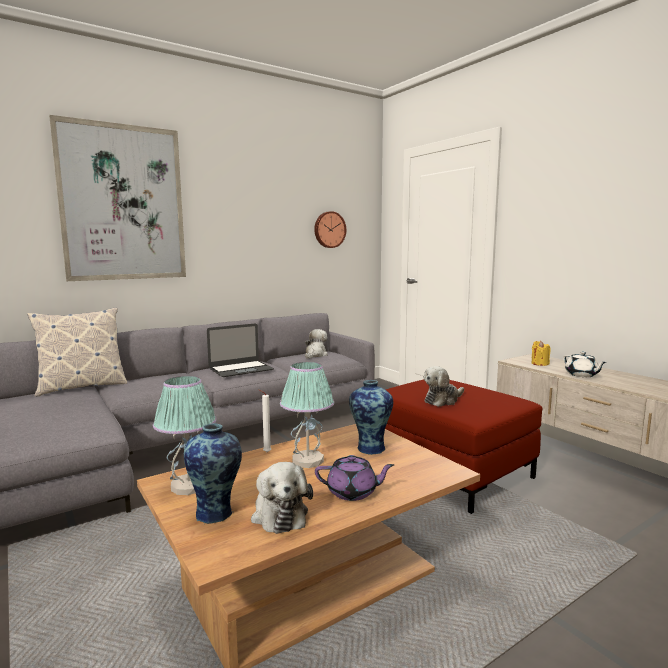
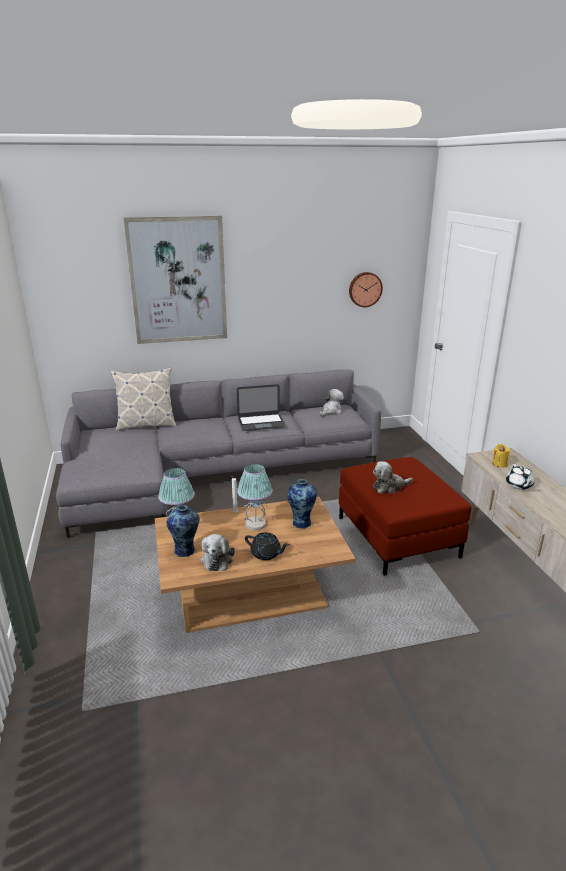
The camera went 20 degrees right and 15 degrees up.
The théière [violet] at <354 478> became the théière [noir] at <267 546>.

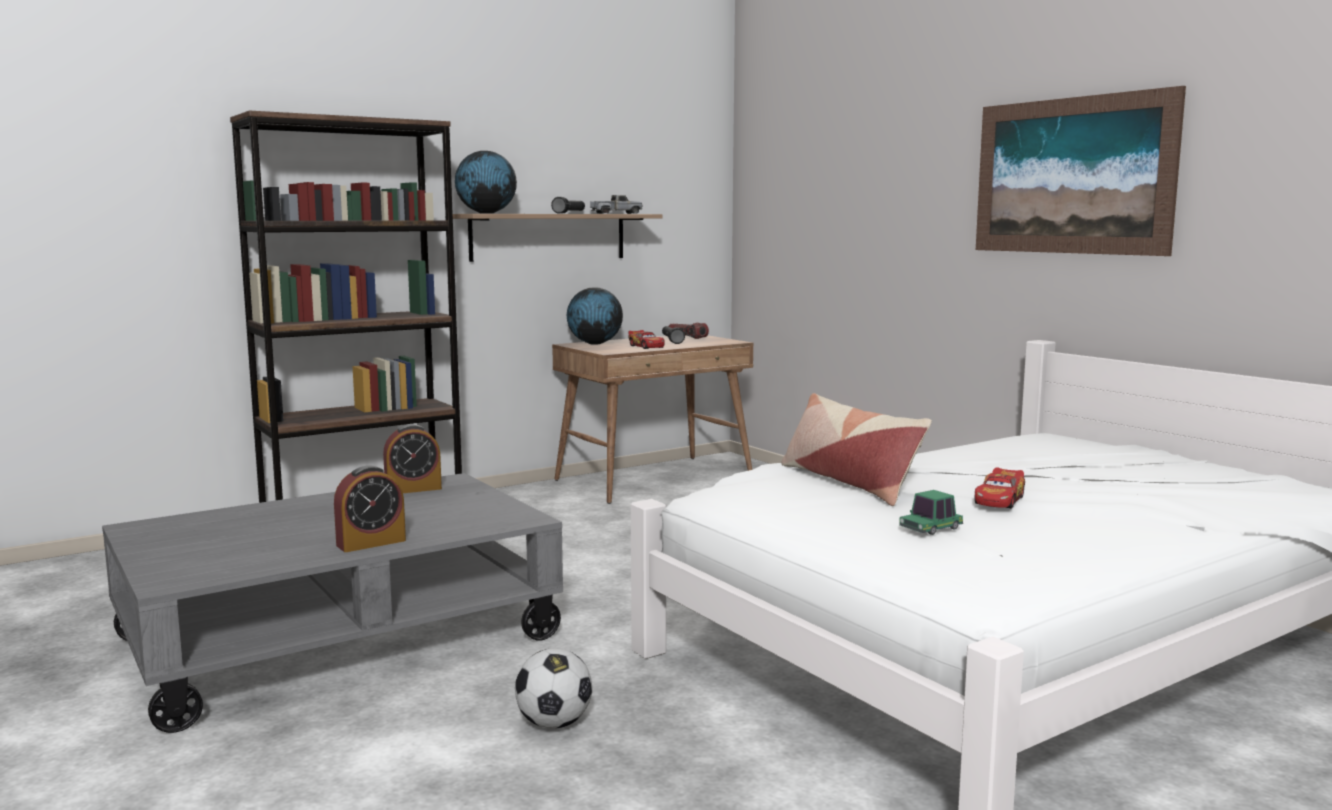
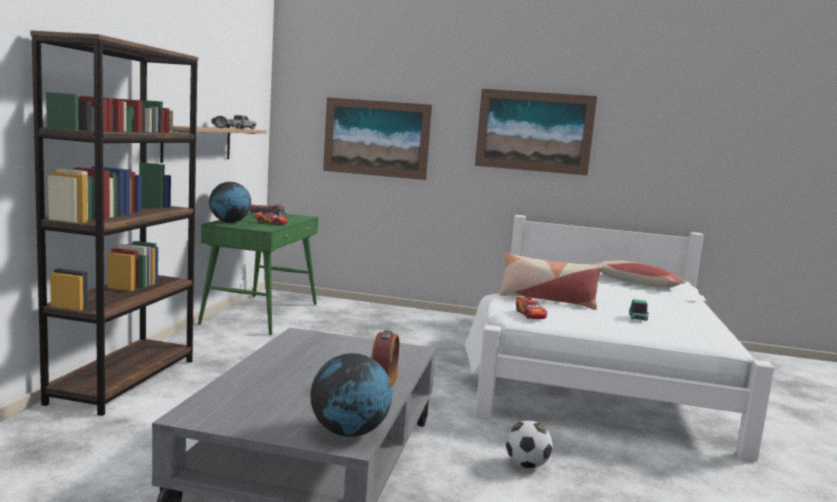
The camera went 45 degrees left and 0 degrees up.
The réveil at <412 458> disappeared.
The tableau at <377 138> appeared.
The coussin at <642 273> appeared.
The globe moved from <486 182> to <351 395>.
The petite voiture moved from <999 488> to <531 308>.
The bureau [marron] at <652 419> became the bureau [vert] at <258 273>.

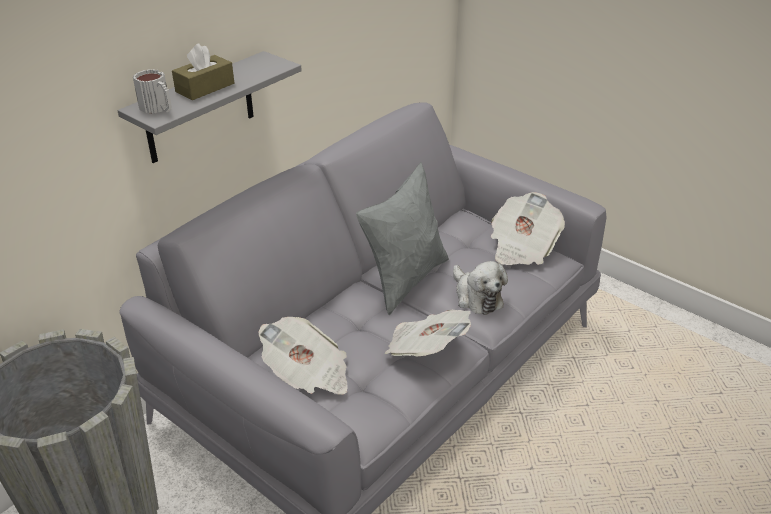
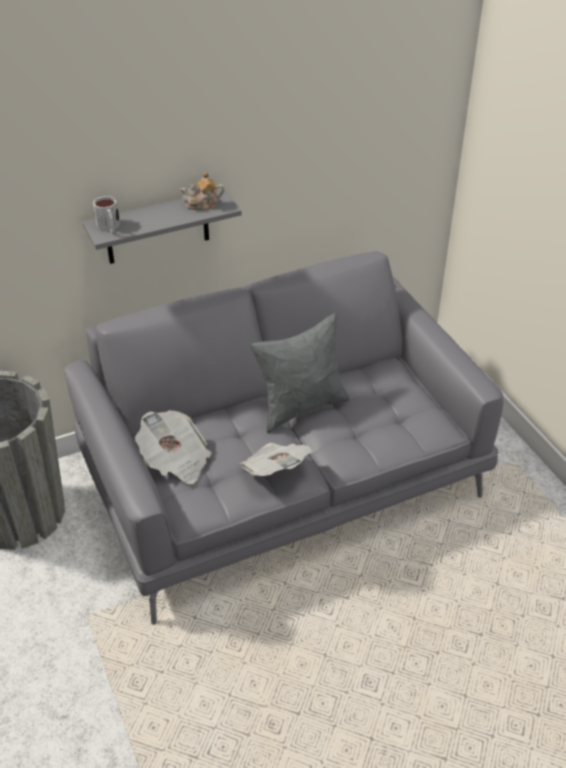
The camera went 25 degrees right and 5 degrees up.
The boîte à mouchoirs [marron] at <203 71> disappeared.
The peluche at <480 288> disappeared.
The journal at <528 228> disappeared.
The théière at <202 190> appeared.

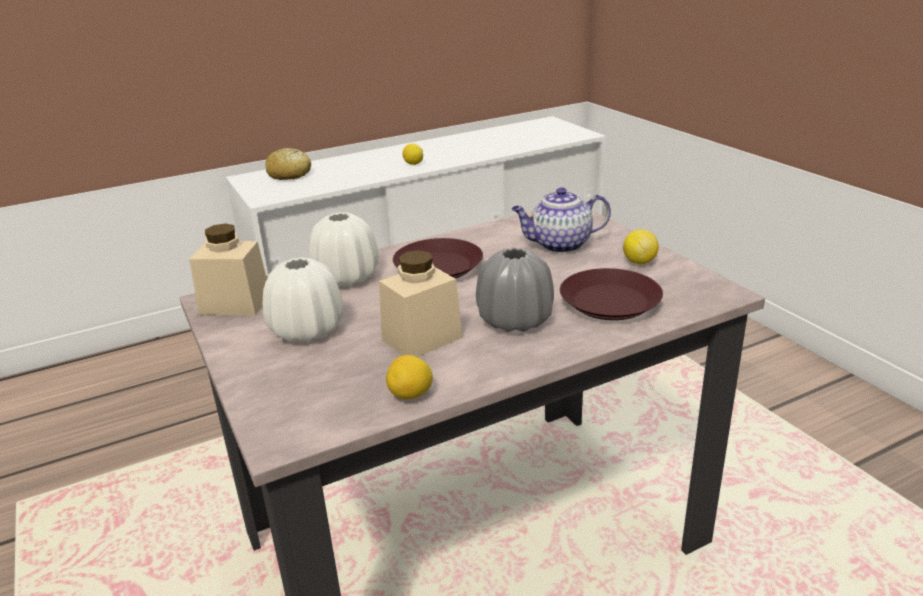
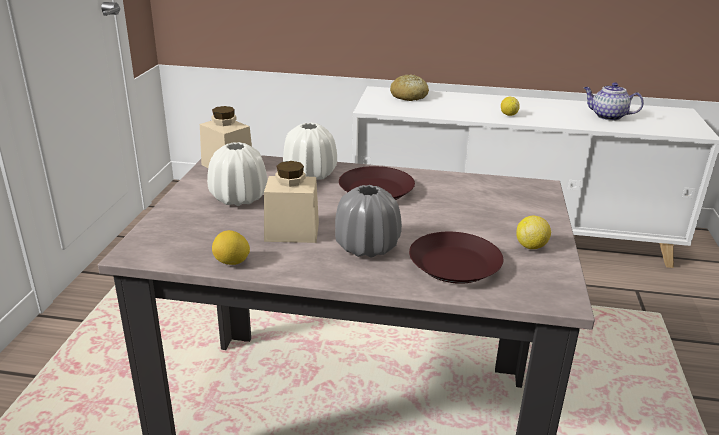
The camera went 35 degrees right and 0 degrees up.
The théière moved from <561 220> to <614 101>.

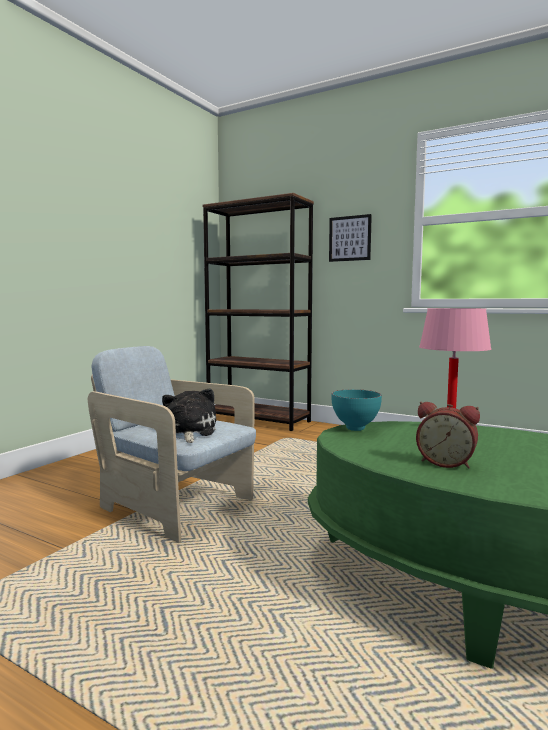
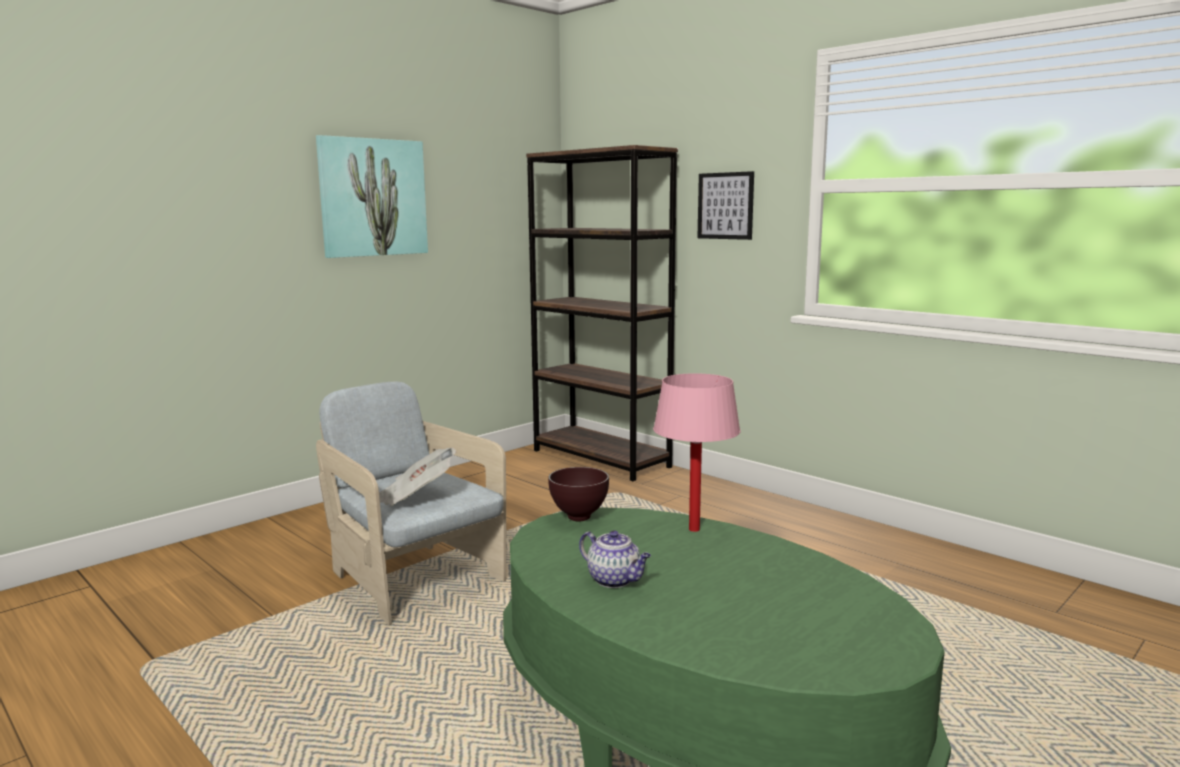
The camera went 15 degrees right and 5 degrees up.
The tableau at <372 196> appeared.
The peluche at <189 415> was replaced by the journal at <417 477>.
The réveil at <448 435> was replaced by the théière at <615 559>.
The bol [turquoise] at <356 410> became the bol [marron] at <578 494>.

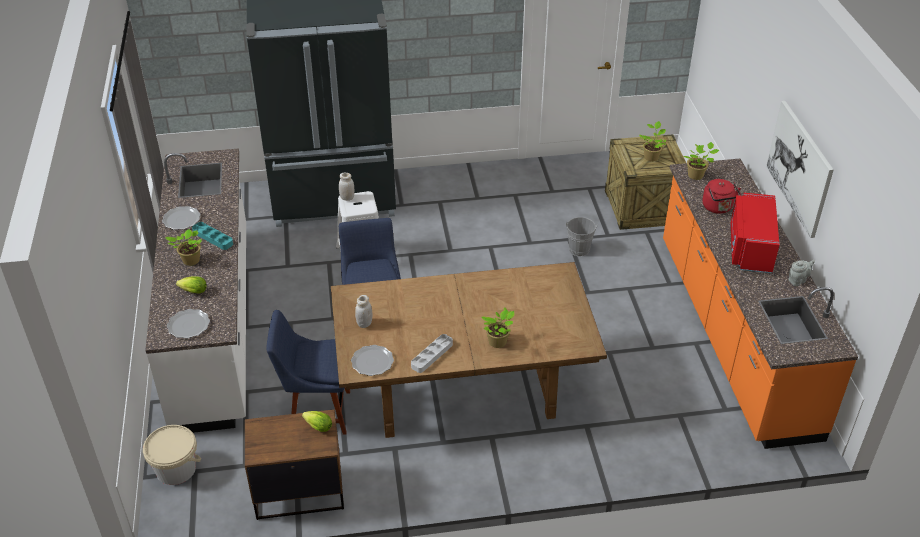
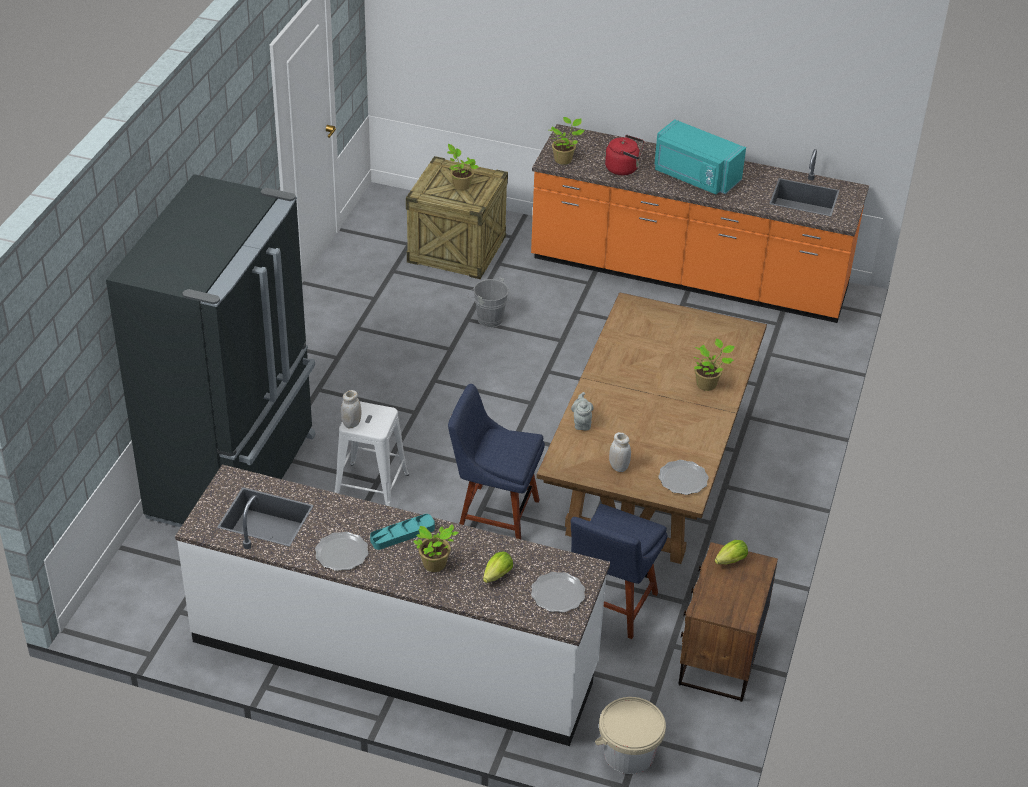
The camera went 65 degrees left and 0 degrees up.
The plateau [gris] at <432 353> disappeared.
The tableau at <800 169> disappeared.
The théière [gris] moved from <802 273> to <582 411>.
The micro-ondes [rouge] at <755 233> became the micro-ondes [turquoise] at <700 156>.

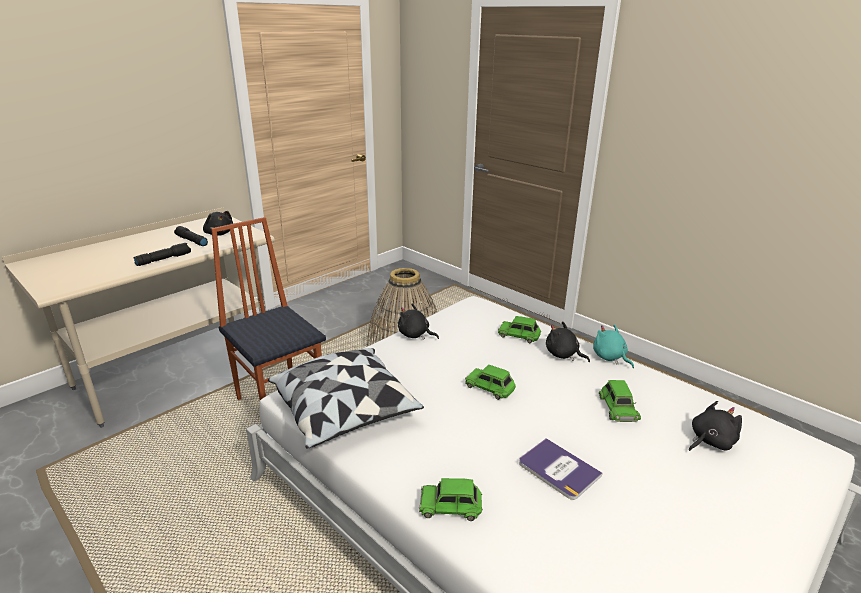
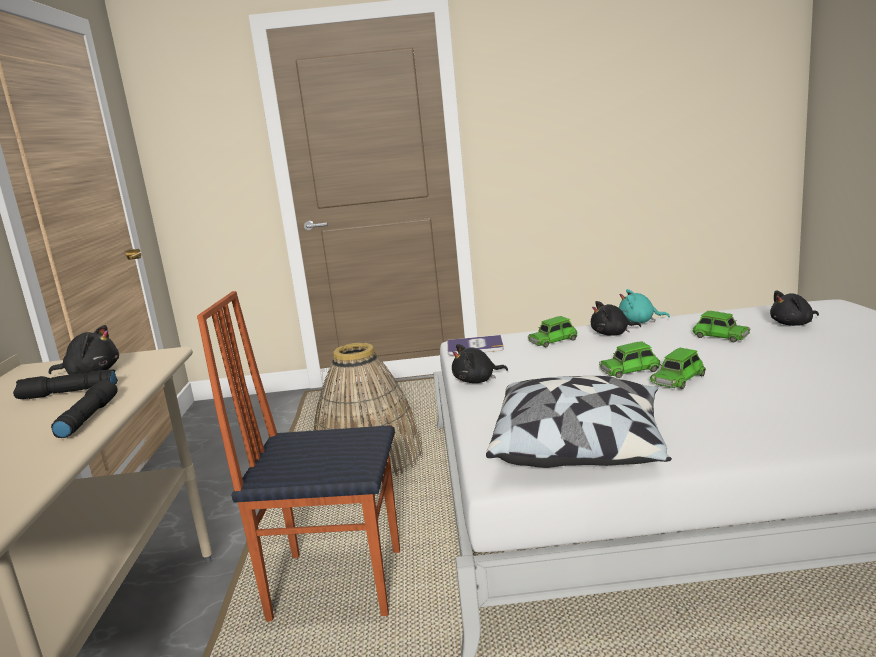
The camera went 45 degrees left and 10 degrees down.
The petite voiture [vert] moved from <451 499> to <678 368>.
The livre moved from <560 469> to <475 345>.
The peluche [noir] at <715 426> turned 120 degrees counterclockwise.

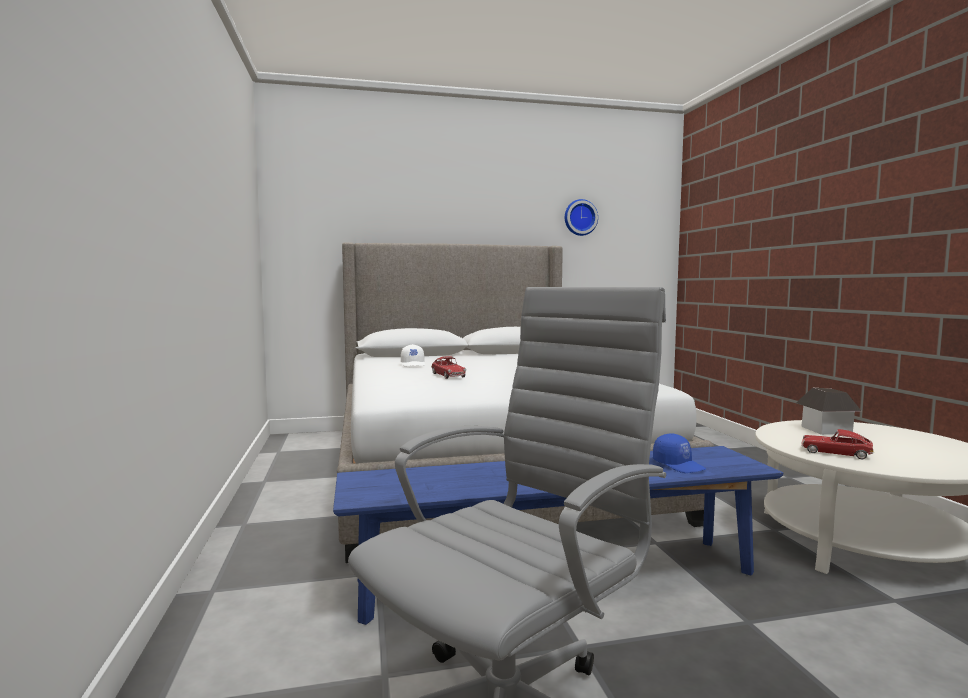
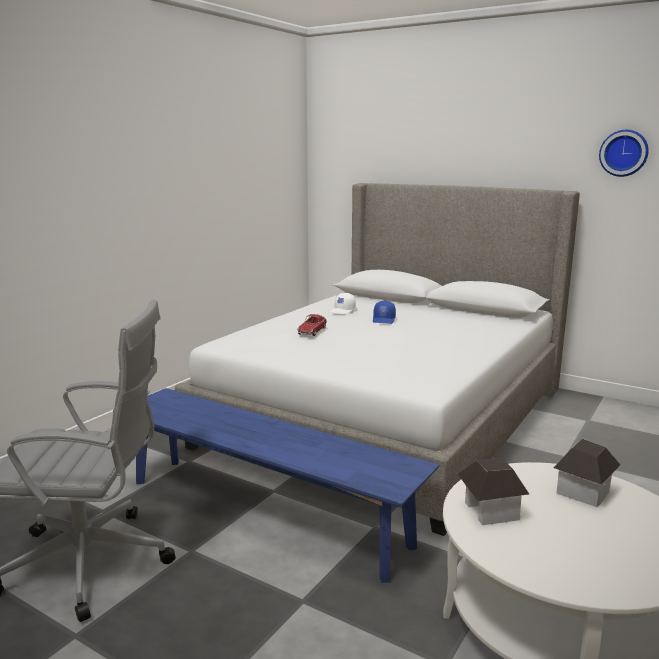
The camera went 45 degrees right and 10 degrees up.
The casquette [bleu] moved from <679 453> to <384 312>.
The petite voiture at <838 444> was replaced by the maison miniature at <493 491>.

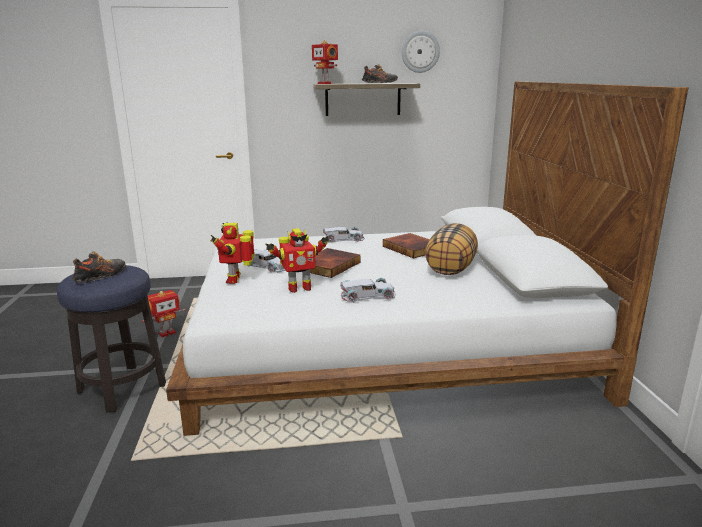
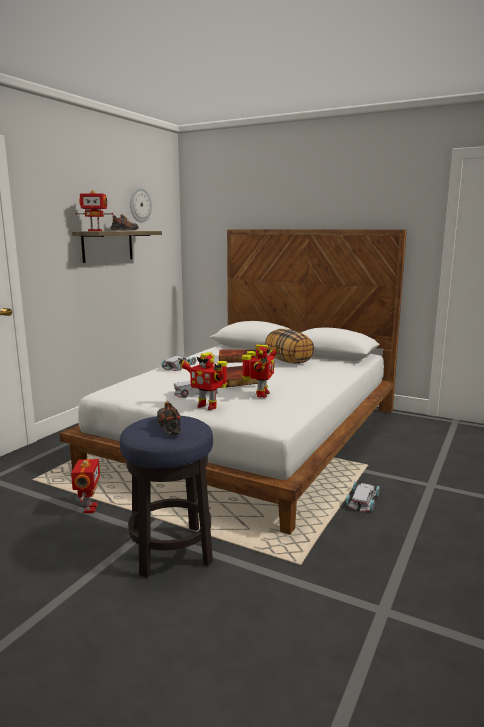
The camera went 55 degrees left and 5 degrees down.
The petite voiture [blanc] moved from <368 290> to <363 497>.

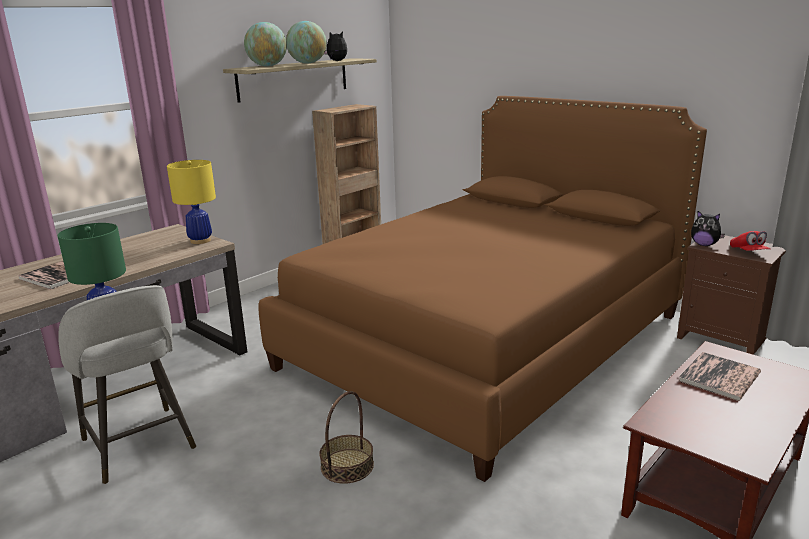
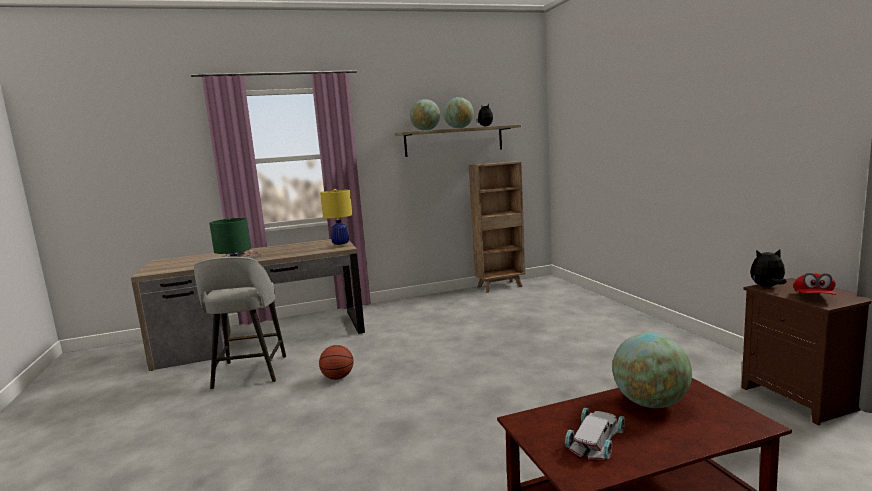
The camera went 30 degrees right and 10 degrees down.
The lit [marron] at <482 289> disappeared.
The panier at <346 437> disappeared.
The ballon de basket at <336 362> appeared.
The petite voiture [blanc] at <595 434> appeared.
The livre at <720 376> was replaced by the globe at <652 370>.
The peluche at <708 228> turned 120 degrees clockwise.

